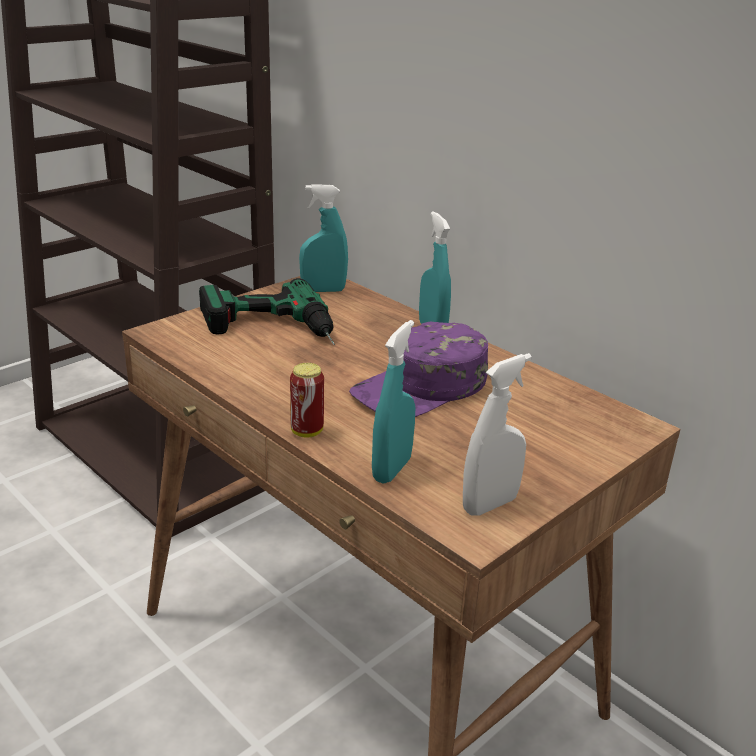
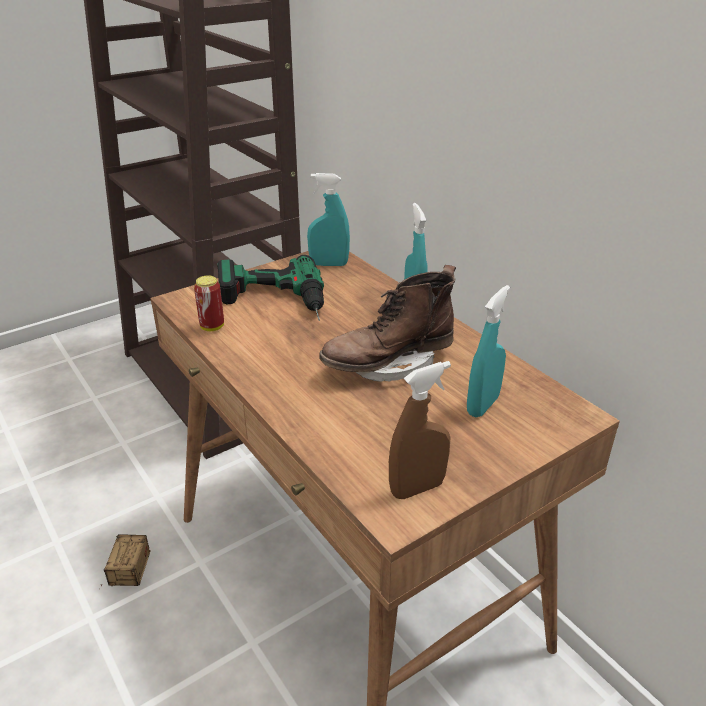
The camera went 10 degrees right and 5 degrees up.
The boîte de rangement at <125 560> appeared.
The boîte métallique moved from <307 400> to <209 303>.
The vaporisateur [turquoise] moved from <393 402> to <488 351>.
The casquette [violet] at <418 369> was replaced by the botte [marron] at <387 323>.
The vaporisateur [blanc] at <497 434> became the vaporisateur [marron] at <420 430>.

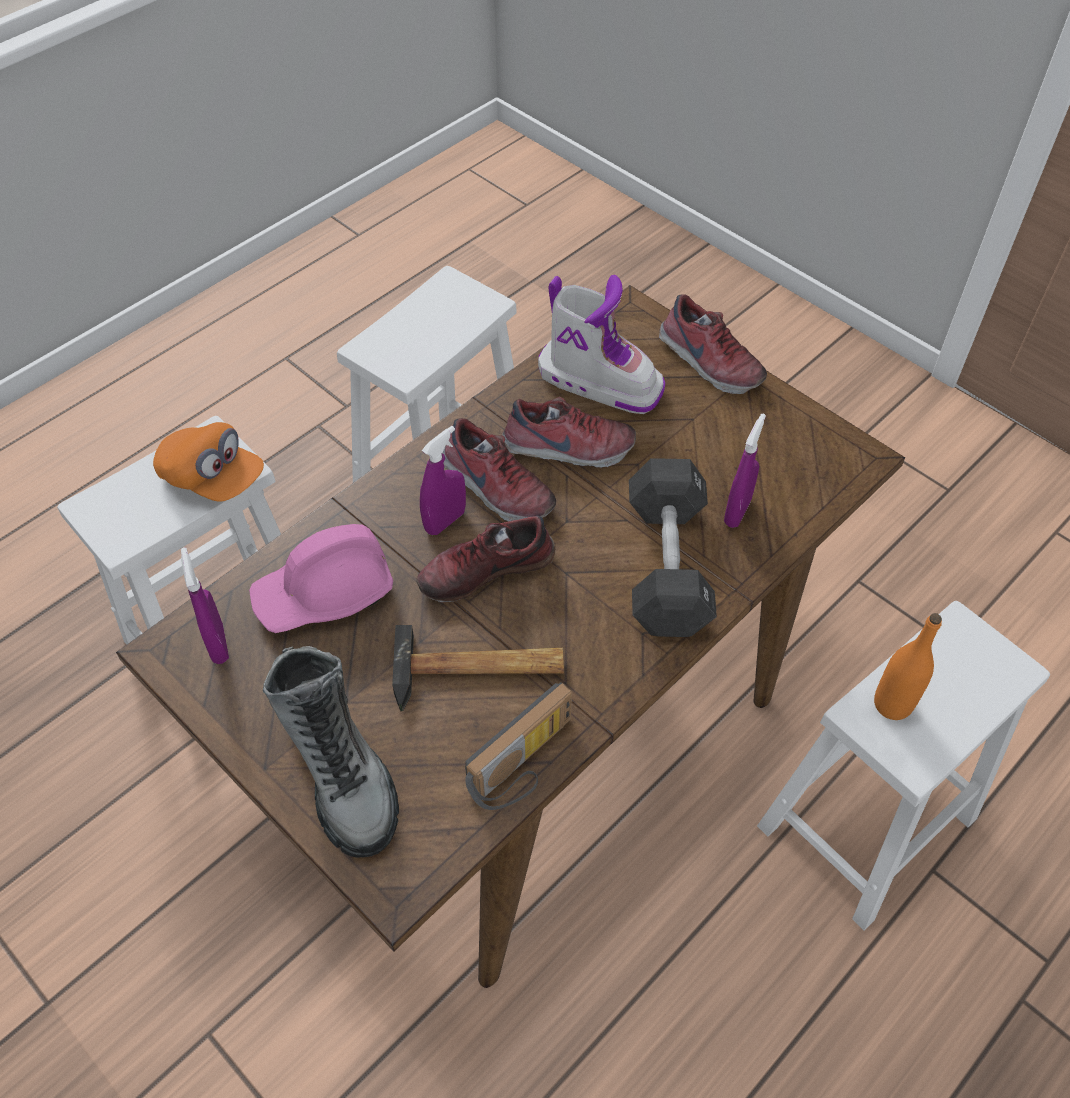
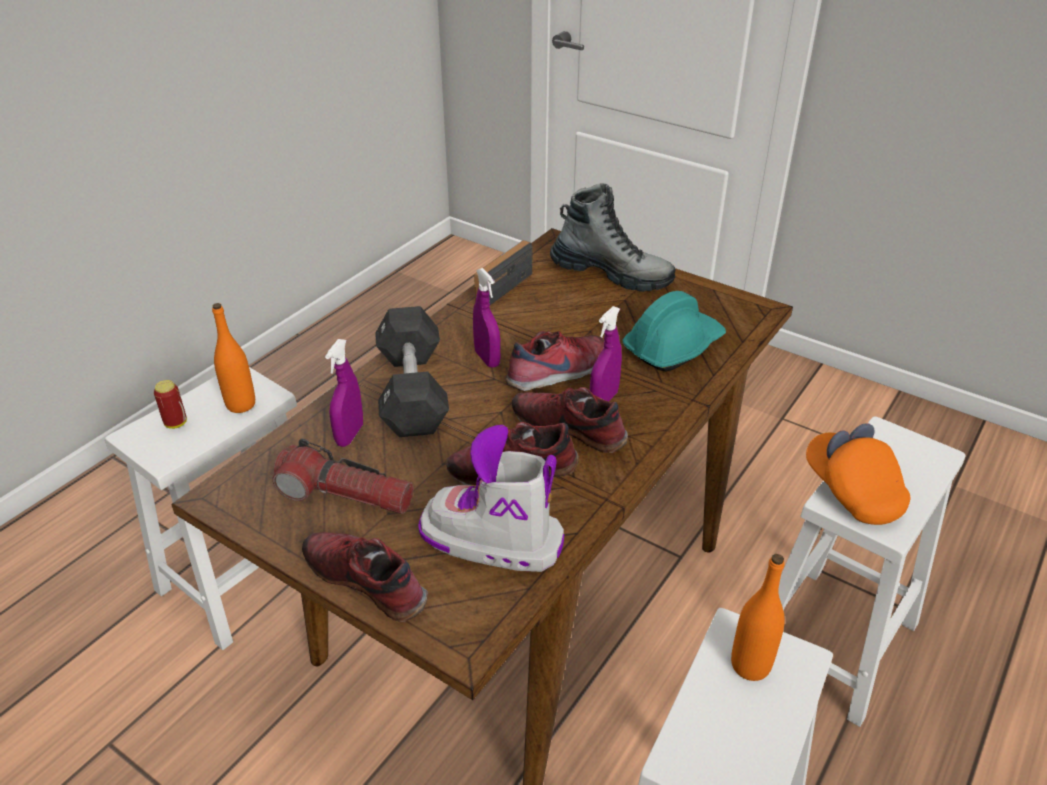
The camera went 170 degrees right and 15 degrees down.
The marteau at <478 668> disappeared.
The boîte métallique at <170 404> appeared.
The lampe de poche at <343 476> appeared.
The bouteille [orange] at <758 617> appeared.
The vaporisateur [violet] moved from <205 605> to <487 318>.
The casque de chantier [rose] at <321 578> became the casque de chantier [turquoise] at <674 331>.
The casquette [orange] at <208 462> turned 45 degrees clockwise.
The botte at <331 751> turned 150 degrees clockwise.

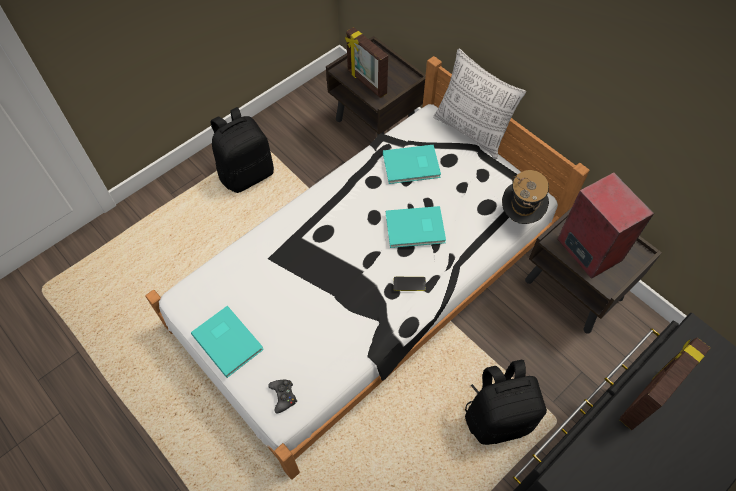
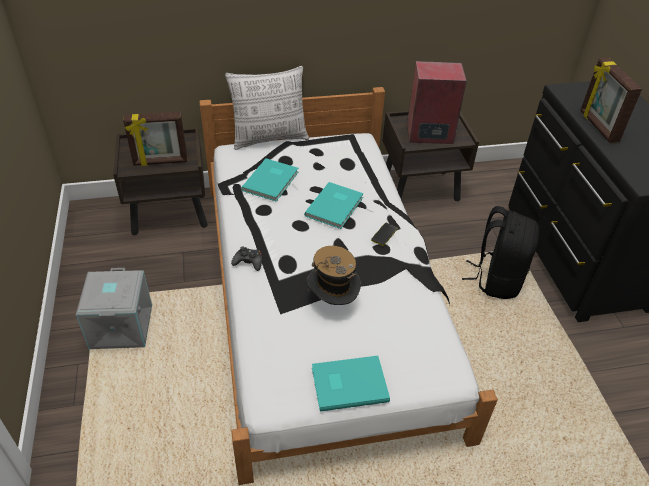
The camera went 60 degrees left and 15 degrees down.
The manette [noir] moved from <282 397> to <246 258>.
The chapeau moved from <525 197> to <333 275>.
The sac à dos [noir] at <242 150> was replaced by the boîte de rangement [gris] at <114 309>.

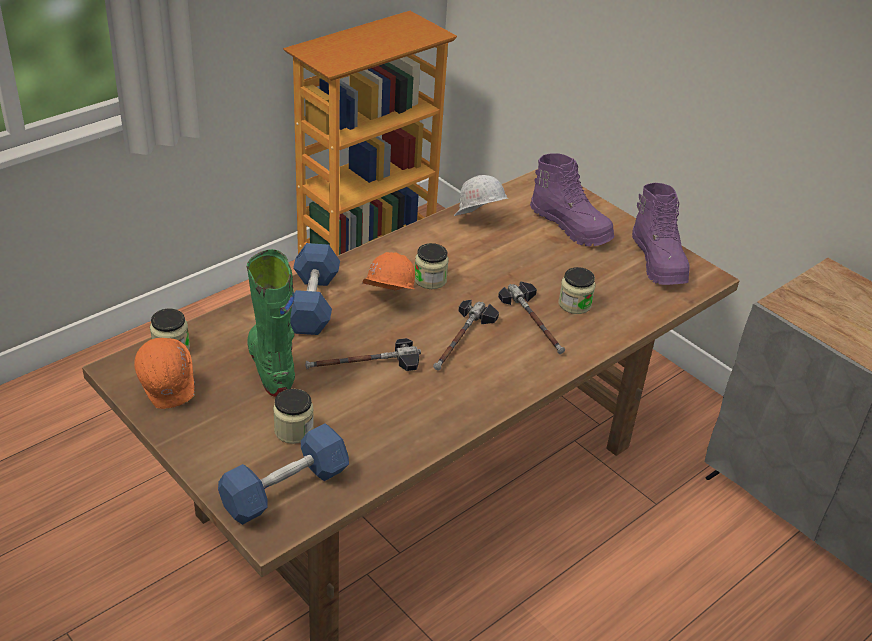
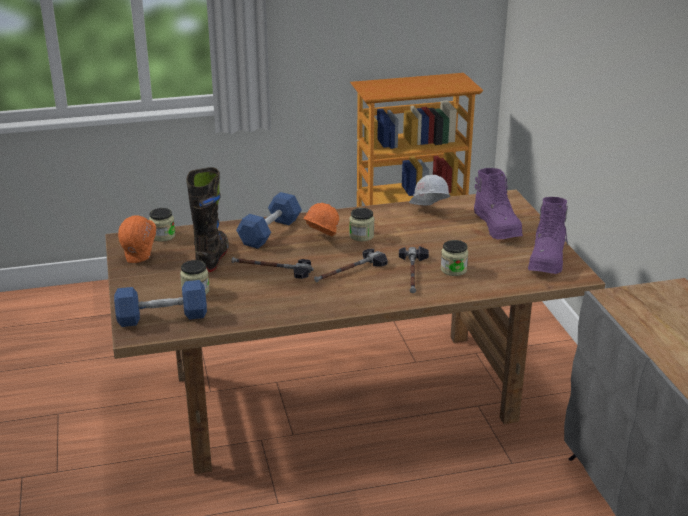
The camera went 30 degrees right and 10 degrees down.
The botte [vert] at <271 323> became the botte [noir] at <207 219>.

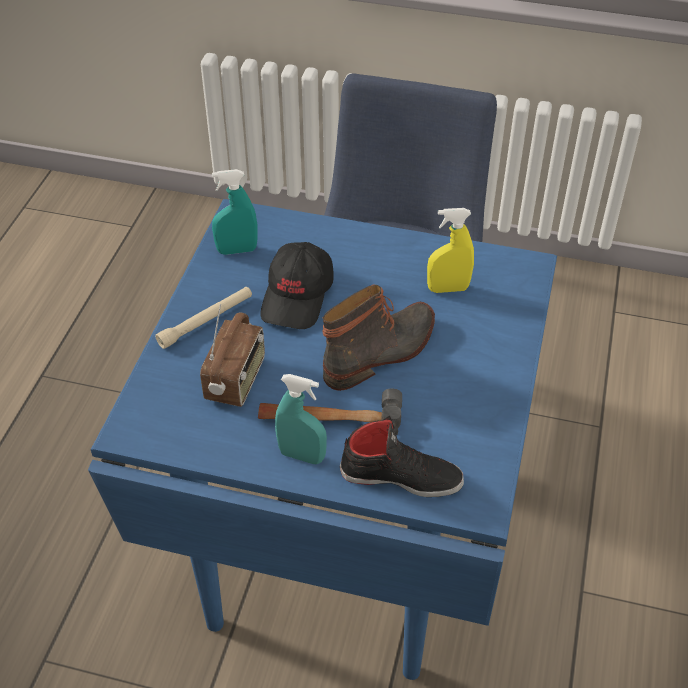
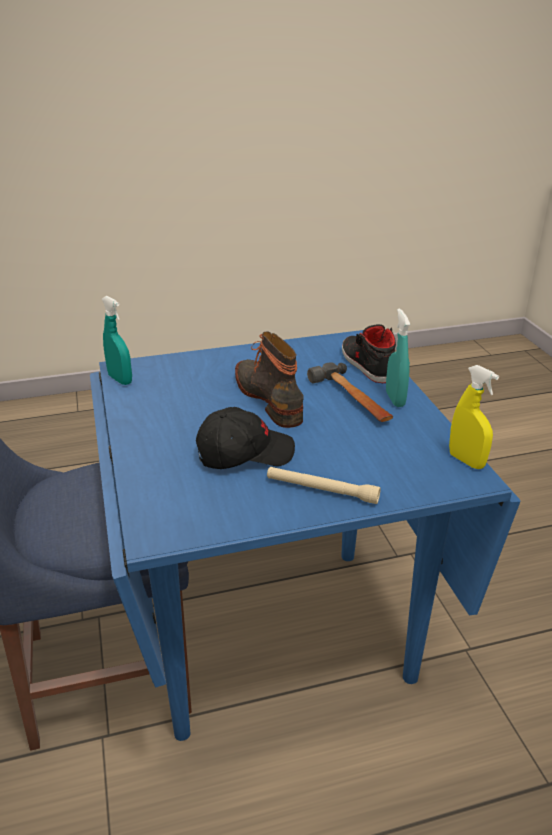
The camera went 120 degrees left and 15 degrees down.
The radio at <232 355> disappeared.
The vaporisateur [turquoise] moved from <235 212> to <117 340>.
The vaporisateur [jaune] moved from <450 250> to <474 417>.
The botte at <379 338> turned 45 degrees clockwise.

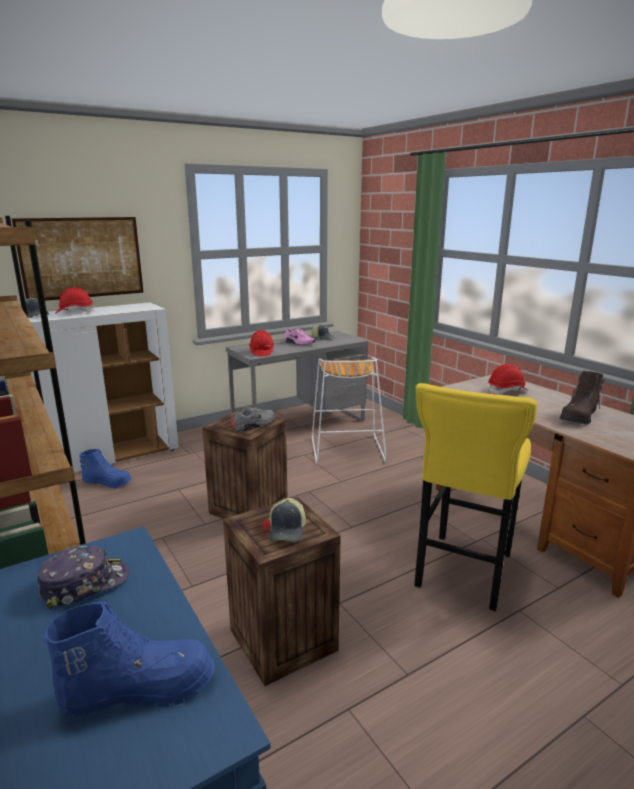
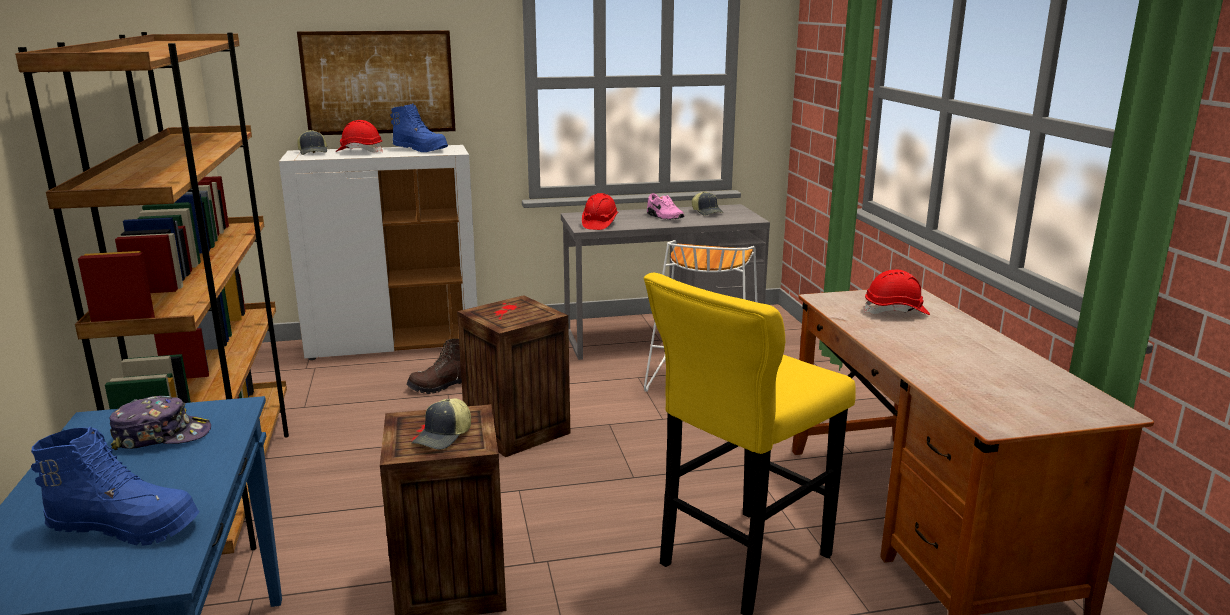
The camera went 20 degrees right and 0 degrees up.
The chaussure [gris] at <254 418> disappeared.
The botte [bleu] moved from <105 468> to <419 128>.
The botte [marron] moved from <582 398> to <434 366>.

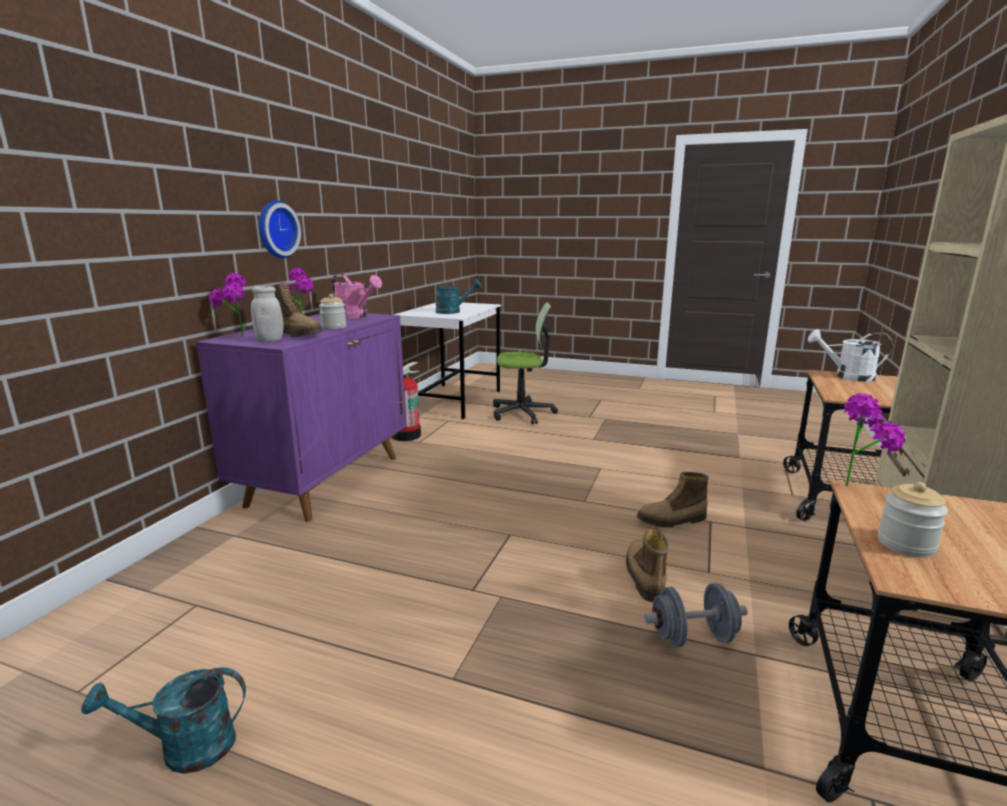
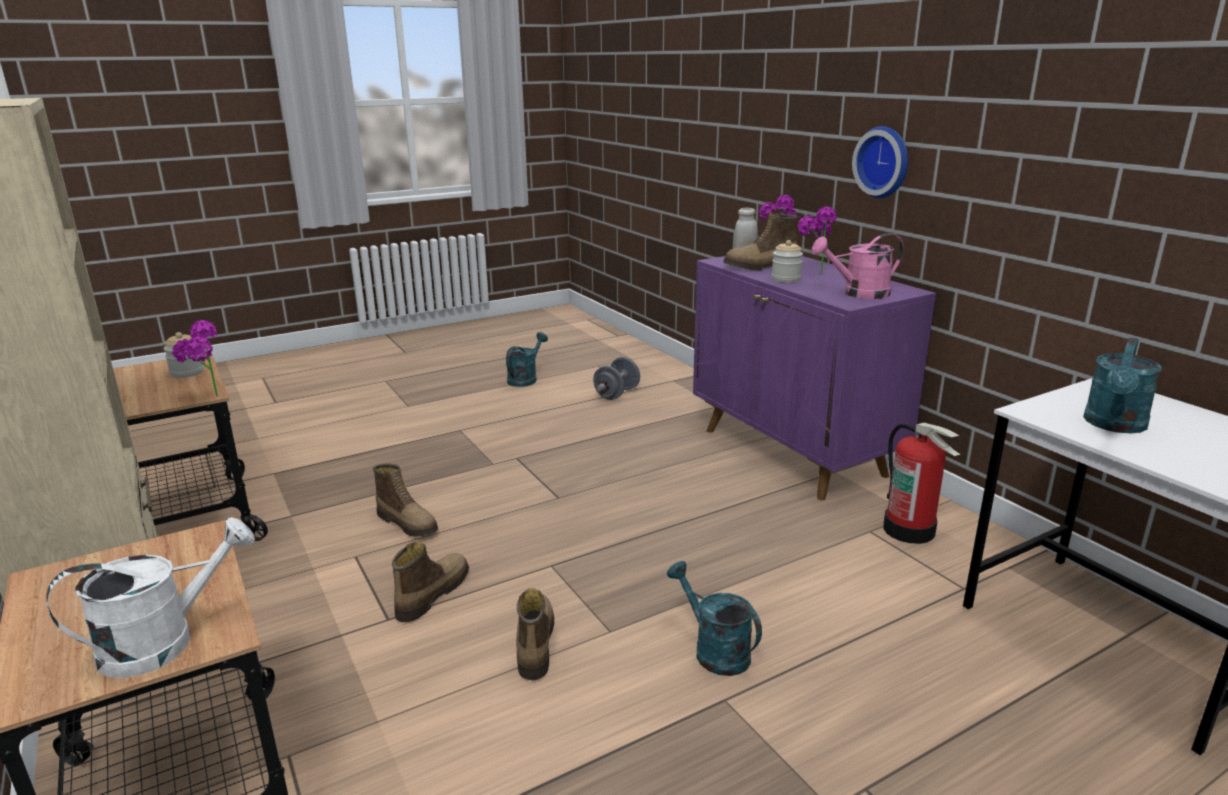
The camera went 130 degrees right and 5 degrees up.
The chaise de bureau at <525 363> disappeared.
The botte at <535 634> appeared.
The arrosoir [turquoise] at <714 618> appeared.
The haltère [gris] moved from <696 615> to <616 378>.

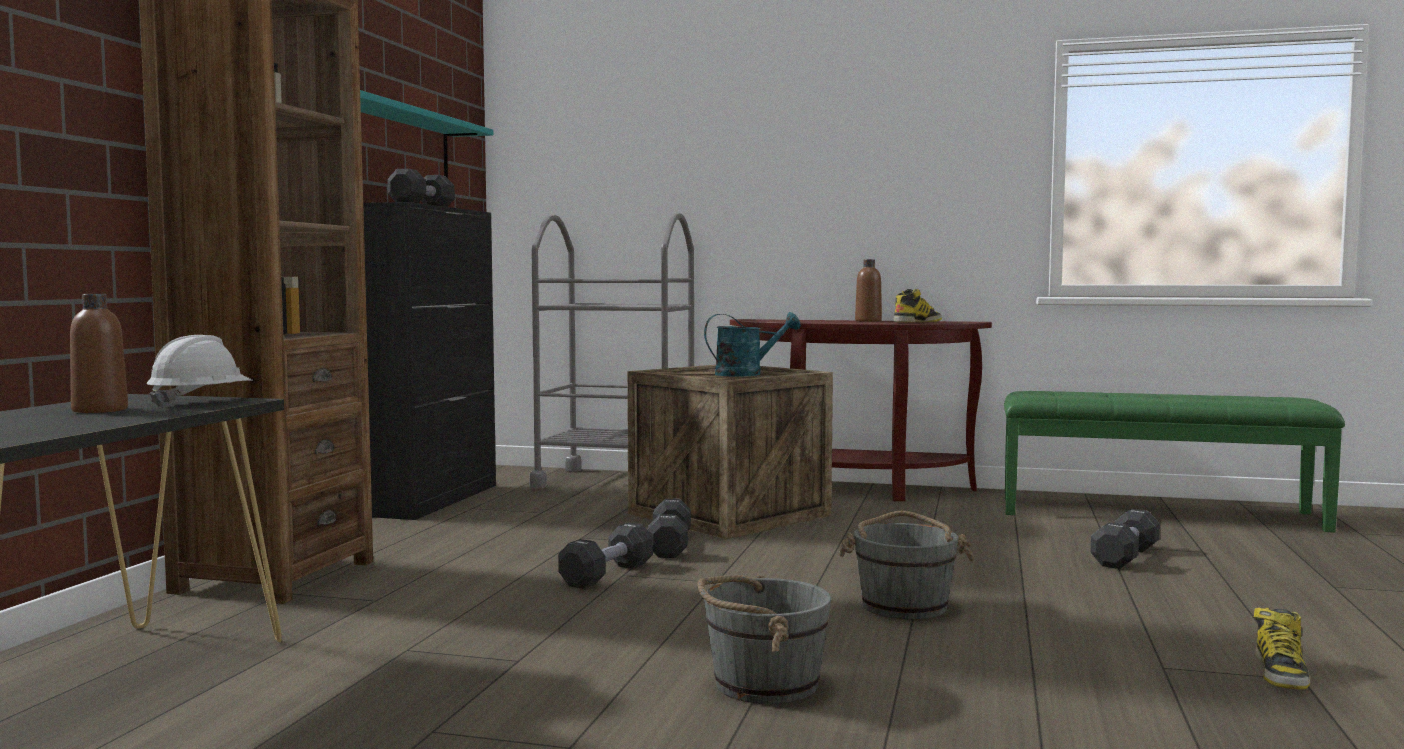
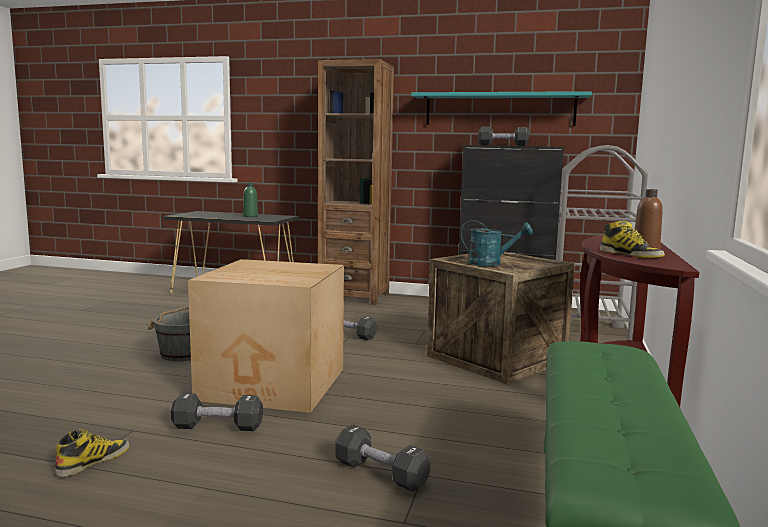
The camera went 90 degrees right and 5 degrees up.
The casque de chantier [blanc] at <199 371> disappeared.
The haltère [noir] moved from <669 528> to <217 412>.
The seau [gris] at <906 565> was replaced by the carton at <266 336>.
The bouteille [marron] at <99 353> became the bouteille [vert] at <250 199>.
The arrosoir [turquoise] at <752 344> turned 60 degrees counterclockwise.
The botte at <1282 649> turned 105 degrees clockwise.

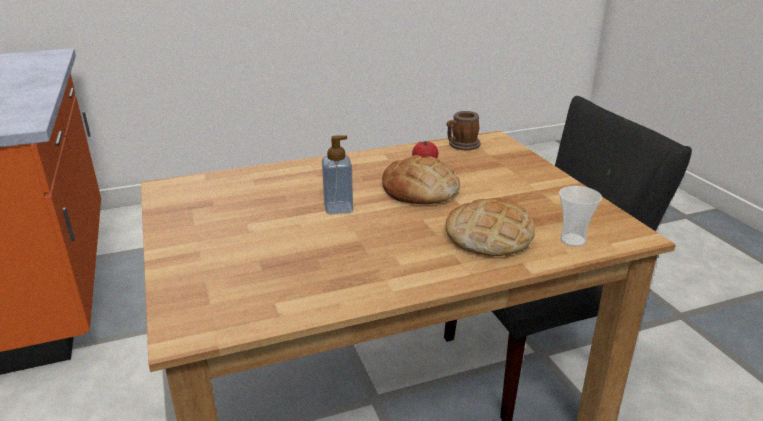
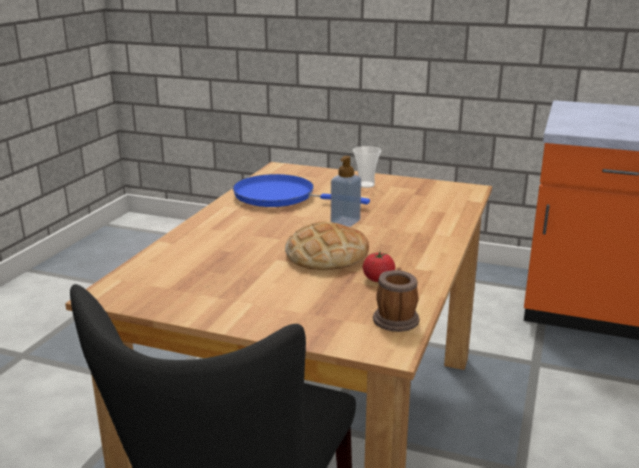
The camera went 130 degrees right and 5 degrees down.
The pain at <490 227> disappeared.
The poêle [bleu] at <301 190> appeared.
The tasse moved from <580 216> to <367 167>.

